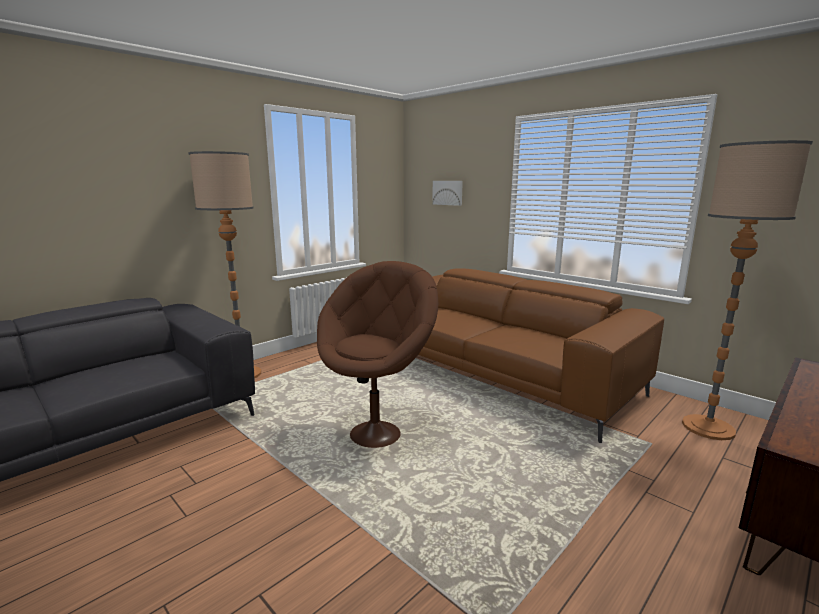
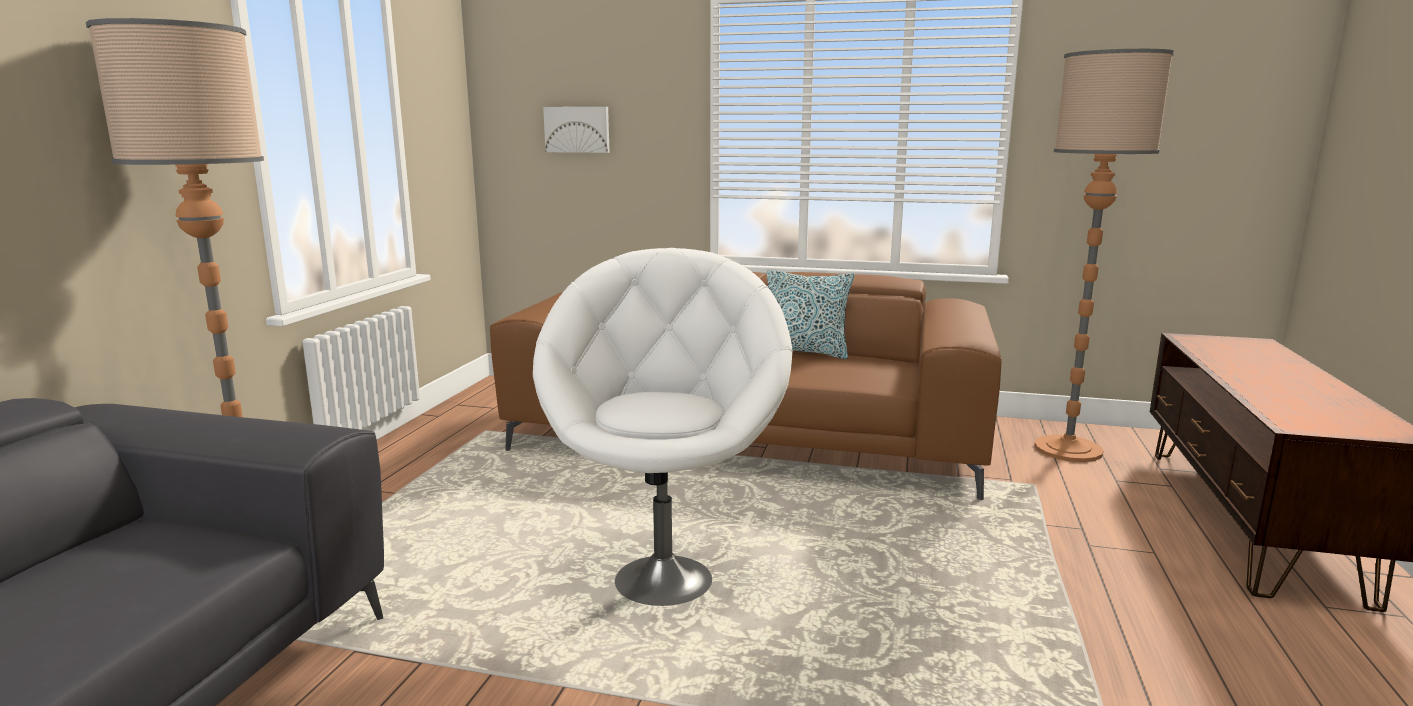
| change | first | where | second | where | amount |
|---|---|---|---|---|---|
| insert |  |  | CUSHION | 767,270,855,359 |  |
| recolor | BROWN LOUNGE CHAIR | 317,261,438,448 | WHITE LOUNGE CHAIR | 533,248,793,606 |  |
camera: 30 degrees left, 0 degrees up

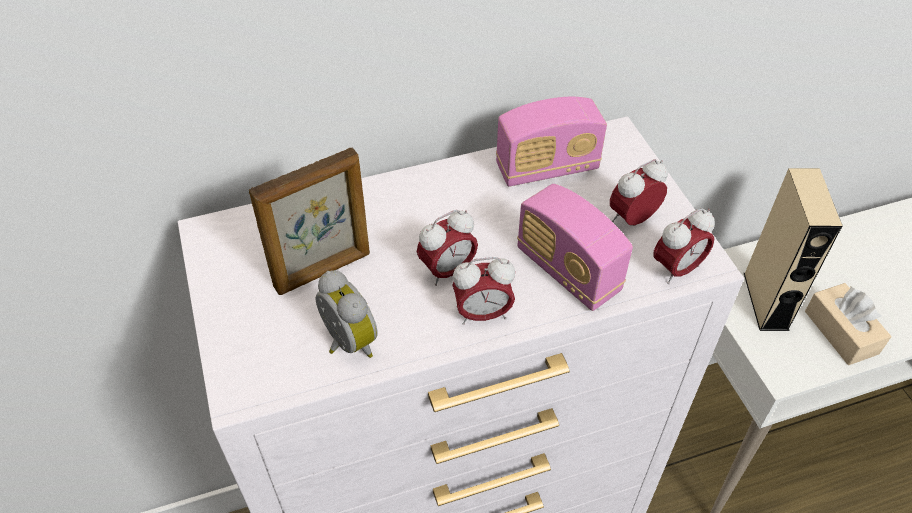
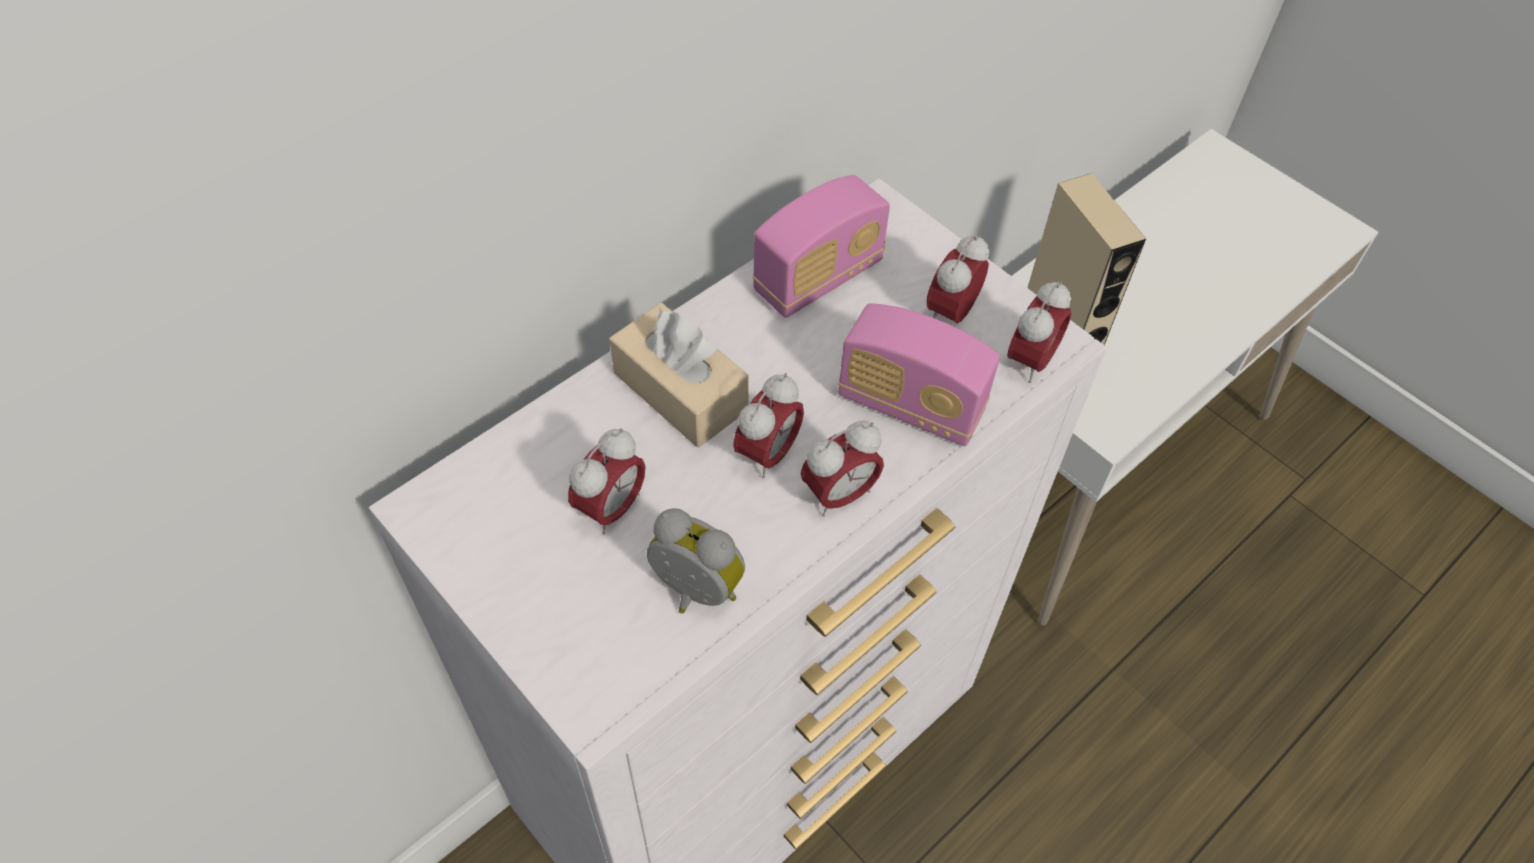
| change | first | where | second | where | amount |
|---|---|---|---|---|---|
| move | BEIGE TISSUE BOX | 805,283,891,365 |  | 609,303,749,448 |  |
| replace | PICTURE FRAME | 249,148,370,295 | BEDSIDE CLOCK | 568,428,645,535 |  |
camera: 25 degrees left, 5 degrees up

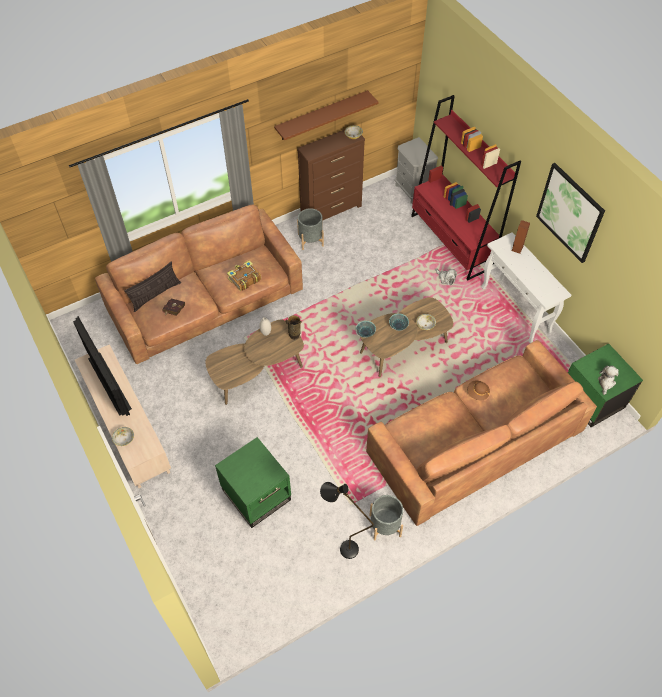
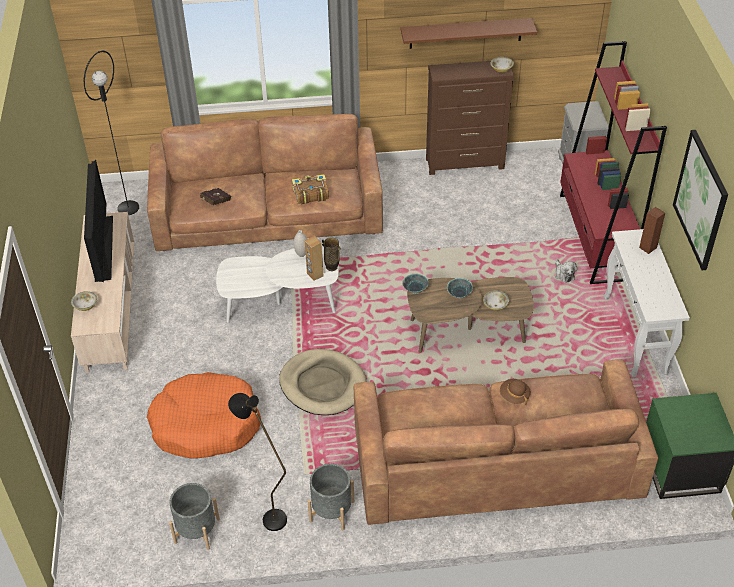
| change | first | where | second | where | amount |
|---|---|---|---|---|---|
| delete | CUSHION | 124,262,181,312 |  |  |  |
| delete | SOFT TOY | 598,366,618,395 |  |  |  |
| insert |  |  | BLACKISH STANDING LAMP | 84,50,139,215 |  |
| insert |  |  | BEIGE PET BED | 279,349,366,415 |  |
| insert |  |  | BROWN SPEAKER | 305,236,324,281 |  |
| move | GREYISH FLOWER POT | 297,208,324,250 |  | 169,483,220,550 |  |
| replace | GREEN END TABLE | 215,437,291,528 | ORANGEY PET BED | 147,372,261,459 |  |
| recolor | BROWN LOUNGE TABLE | 205,320,304,405 | WHITE LOUNGE TABLE | 216,245,339,323 |  |
camera: 25 degrees right, 10 degrees down

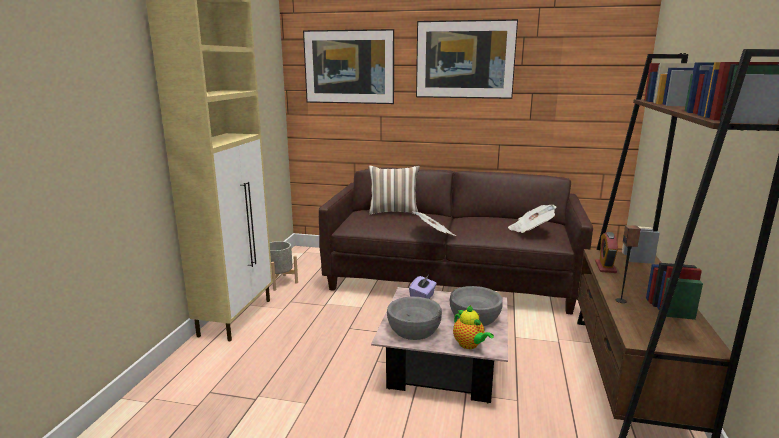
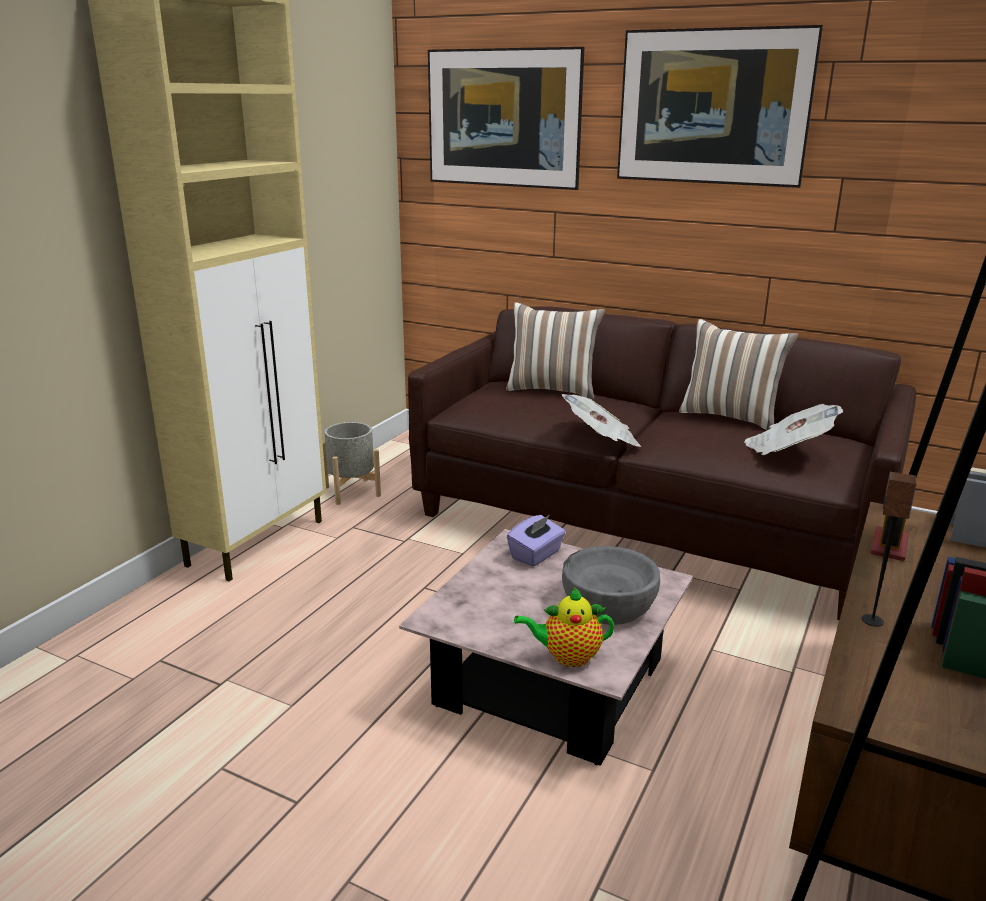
| change | first | where | second | where | amount |
|---|---|---|---|---|---|
| delete | GREYISH BOWL | 387,296,442,340 |  |  |  |
| insert |  |  | CUSHION | 679,319,798,430 |  |
| rotate | TEAPOT | 453,305,494,349 |  | 514,587,614,667 | 105 degrees clockwise |
camera: 15 degrees right, 5 degrees up

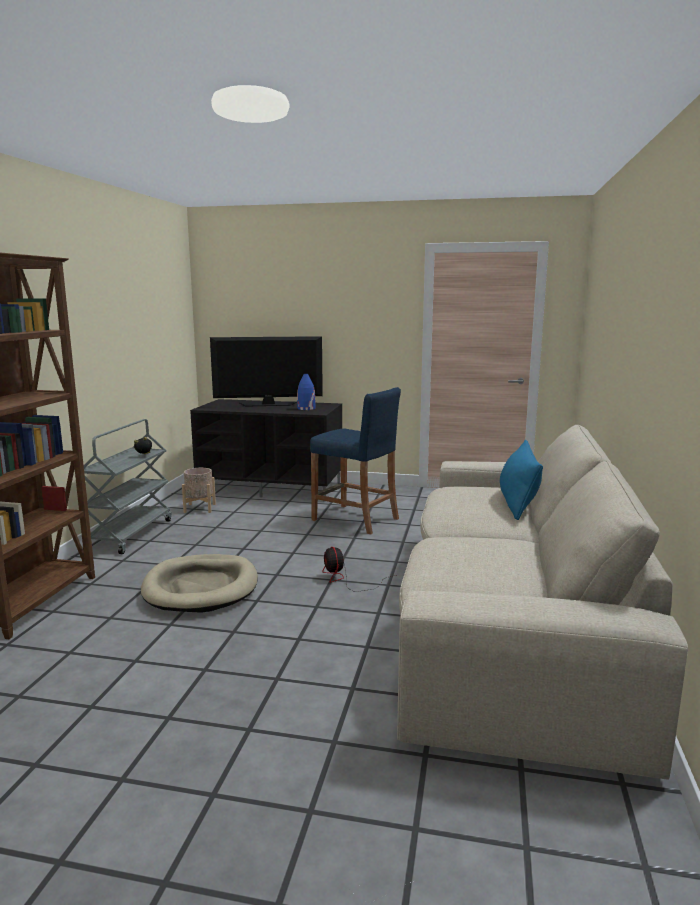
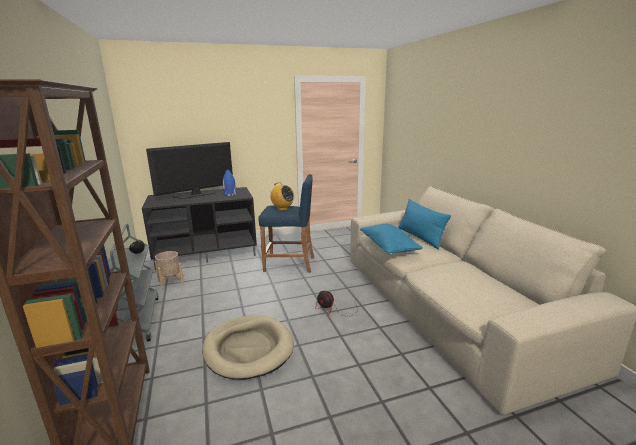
| change | first | where | second | where | amount |
|---|---|---|---|---|---|
| insert |  |  | RADIO SET | 270,182,294,211 |  |
| insert |  |  | BLUE-COLOURED CUSHION | 360,224,423,254 |  |
camera: 30 degrees left, 5 degrees up

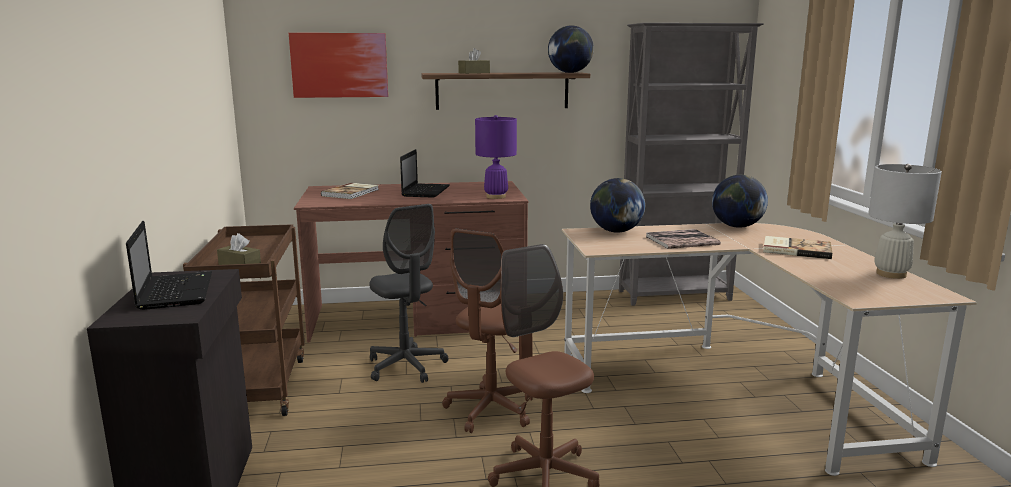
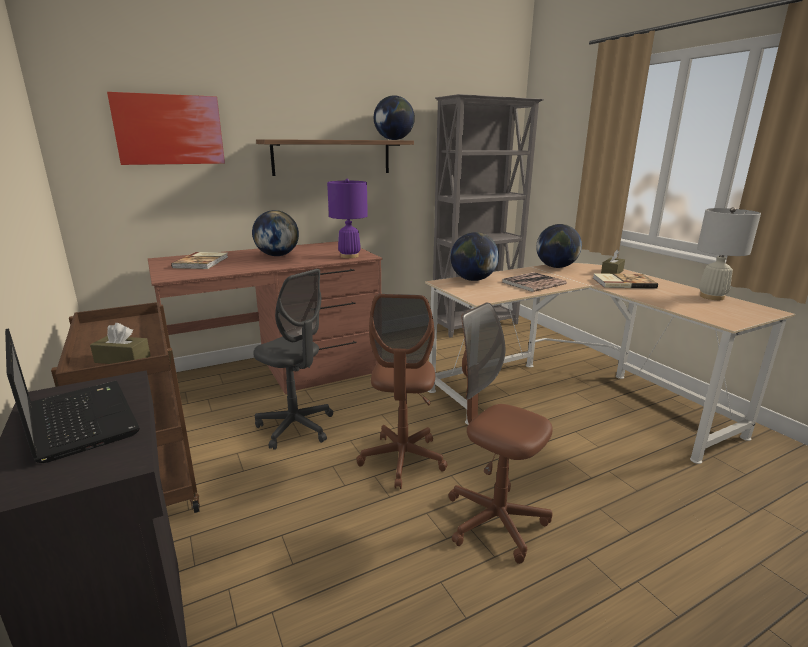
| change | first | where | second | where | amount |
|---|---|---|---|---|---|
| move | BROWN TISSUE BOX | 458,48,490,74 |  | 601,250,625,274 |  |
| replace | LAPTOP | 400,149,450,198 | DESK GLOBE | 252,210,299,256 |  |
camera: 20 degrees left, 5 degrees up

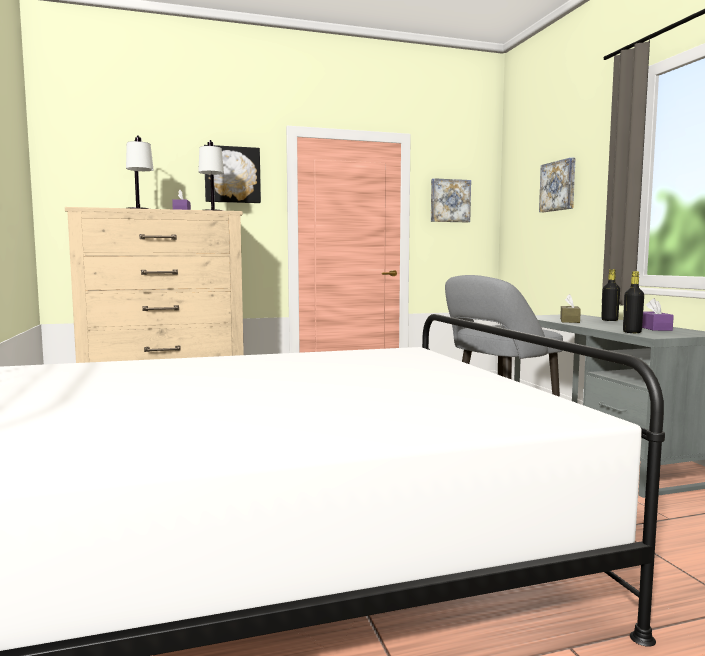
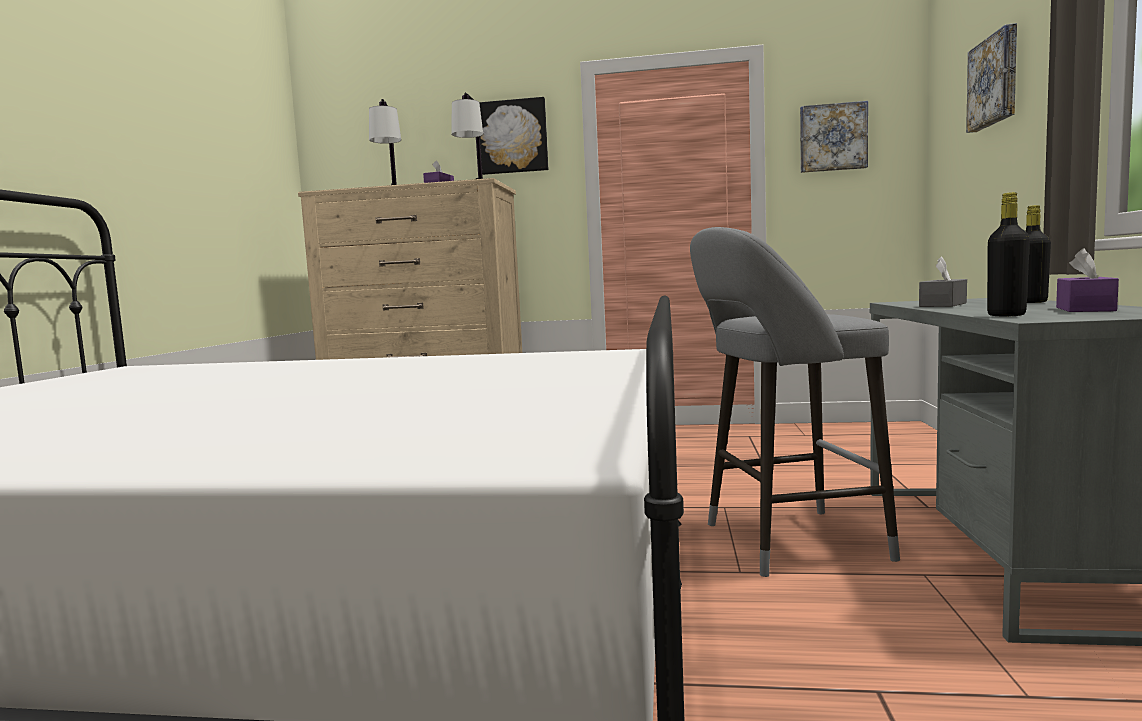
| change | first | where | second | where | amount |
|---|---|---|---|---|---|
| recolor | BROWN TISSUE BOX | 560,294,581,323 | GREYISH TISSUE BOX | 919,256,967,307 |  |
camera: 25 degrees right, 0 degrees up

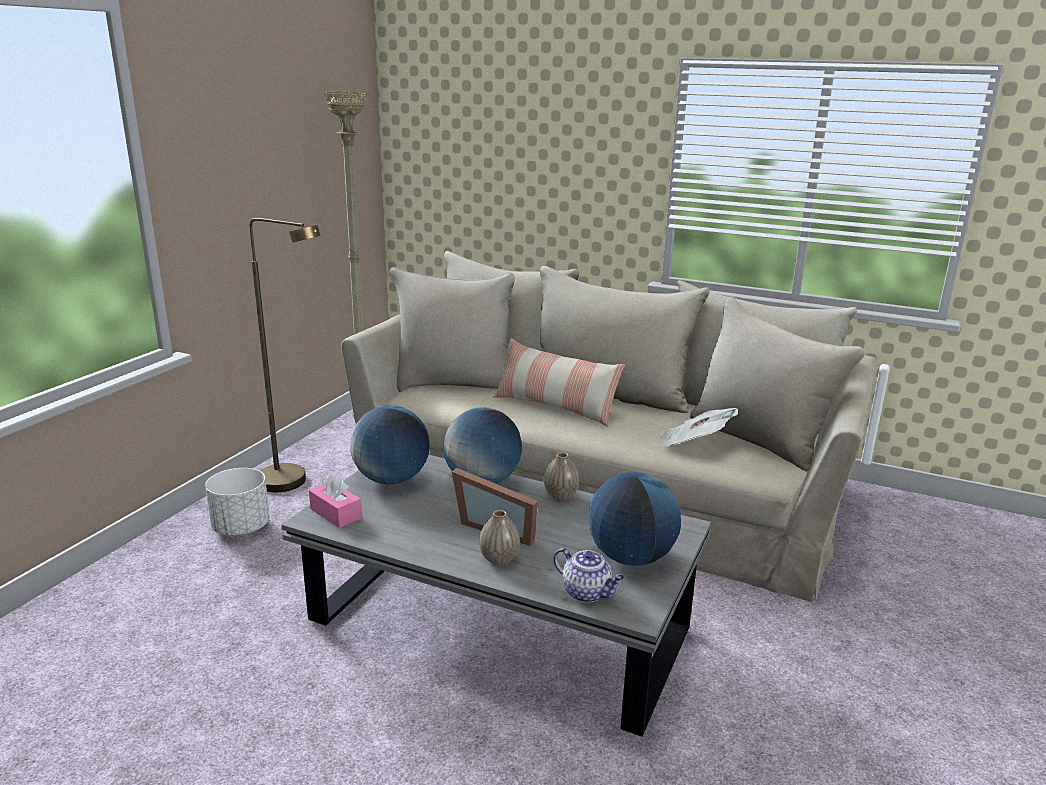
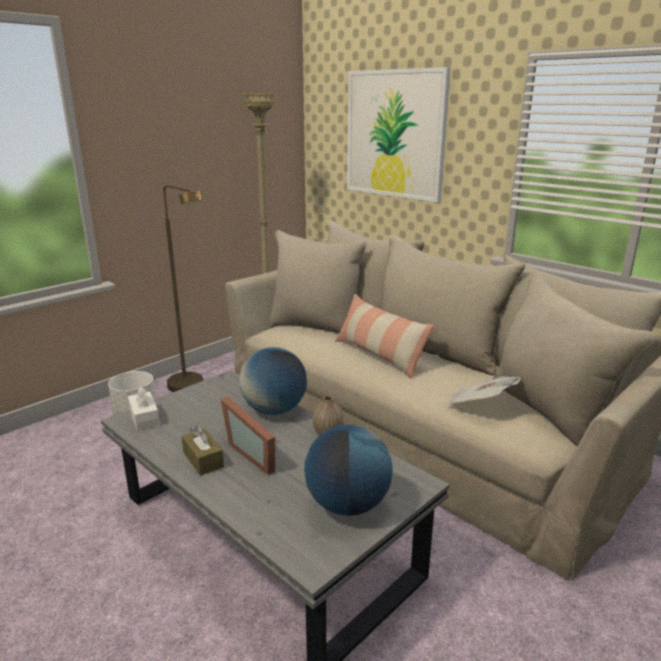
| change | first | where | second | where | amount |
|---|---|---|---|---|---|
| delete | DESK GLOBE | 350,405,429,484 |  |  |  |
| delete | FLOWER VASE | 479,510,520,565 |  |  |  |
| delete | TEAPOT | 554,548,624,603 |  |  |  |
| insert |  |  | BROWN TISSUE BOX | 181,426,224,476 |  |
| insert |  |  | PICTURE | 347,67,451,202 |  |
| recolor | PINKISH TISSUE BOX | 309,474,362,528 | WHITE TISSUE BOX | 128,386,160,431 |  |
camera: 20 degrees right, 0 degrees up

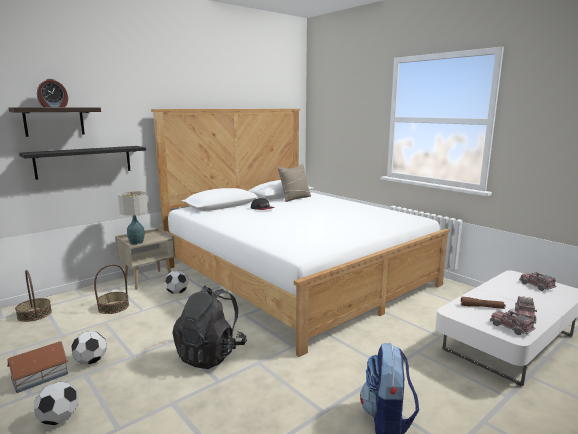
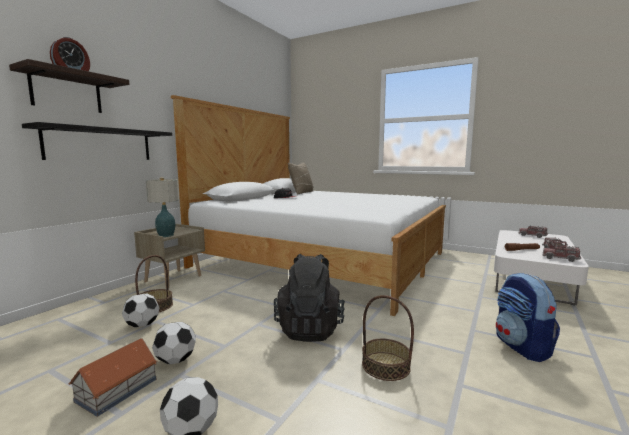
| change | first | where | second | where | amount |
|---|---|---|---|---|---|
| move | STORAGE BASKET | 15,270,52,322 |  | 362,295,414,381 |  |
| move | BALL FOR FOOTBALL | 164,271,189,294 |  | 122,293,159,328 |  |
camera: 20 degrees left, 5 degrees down

